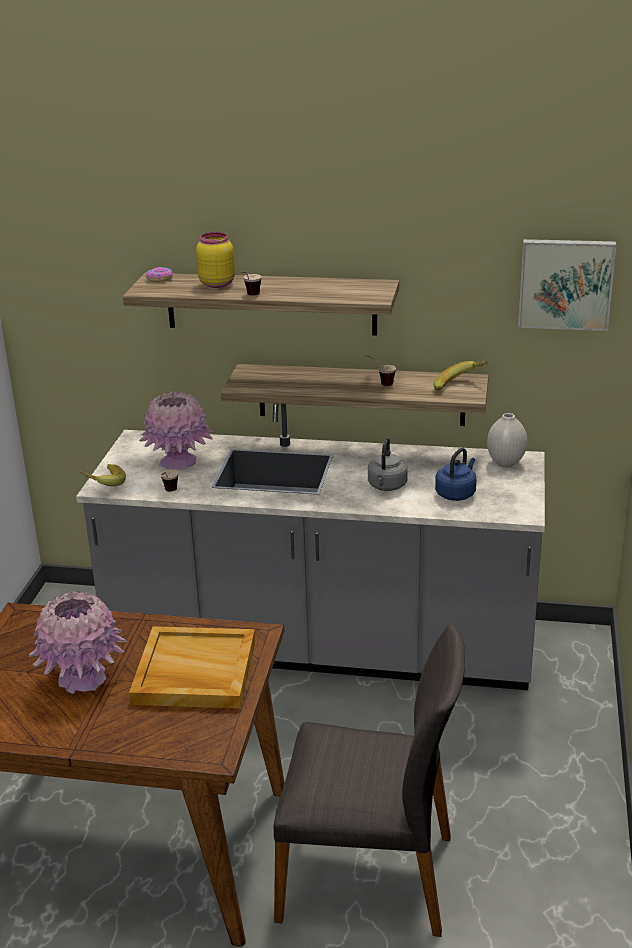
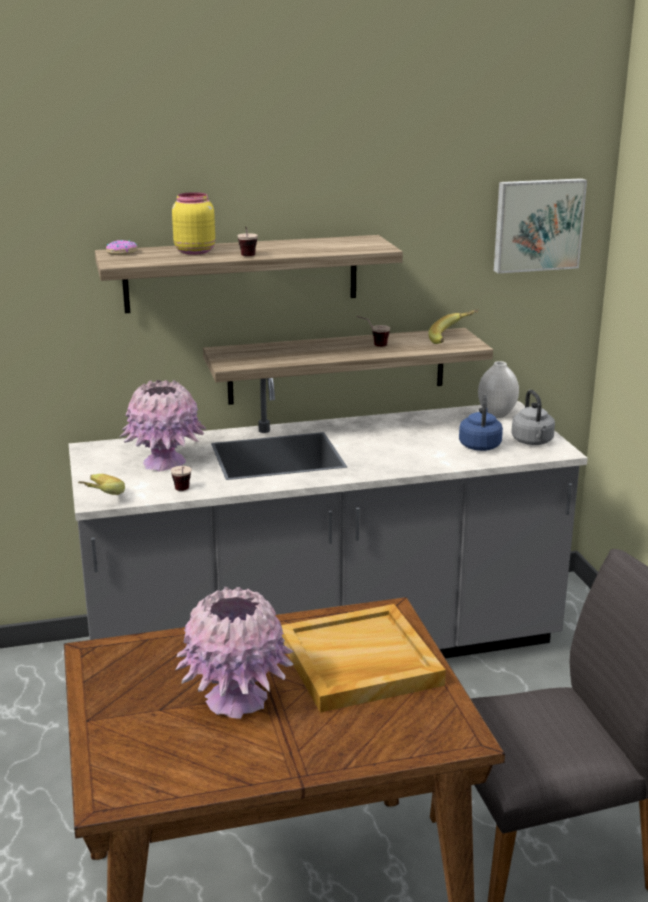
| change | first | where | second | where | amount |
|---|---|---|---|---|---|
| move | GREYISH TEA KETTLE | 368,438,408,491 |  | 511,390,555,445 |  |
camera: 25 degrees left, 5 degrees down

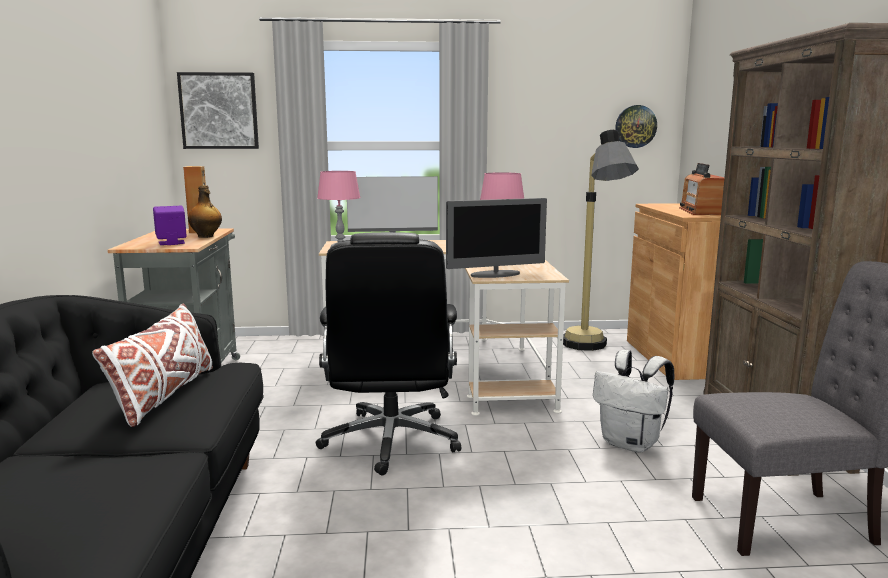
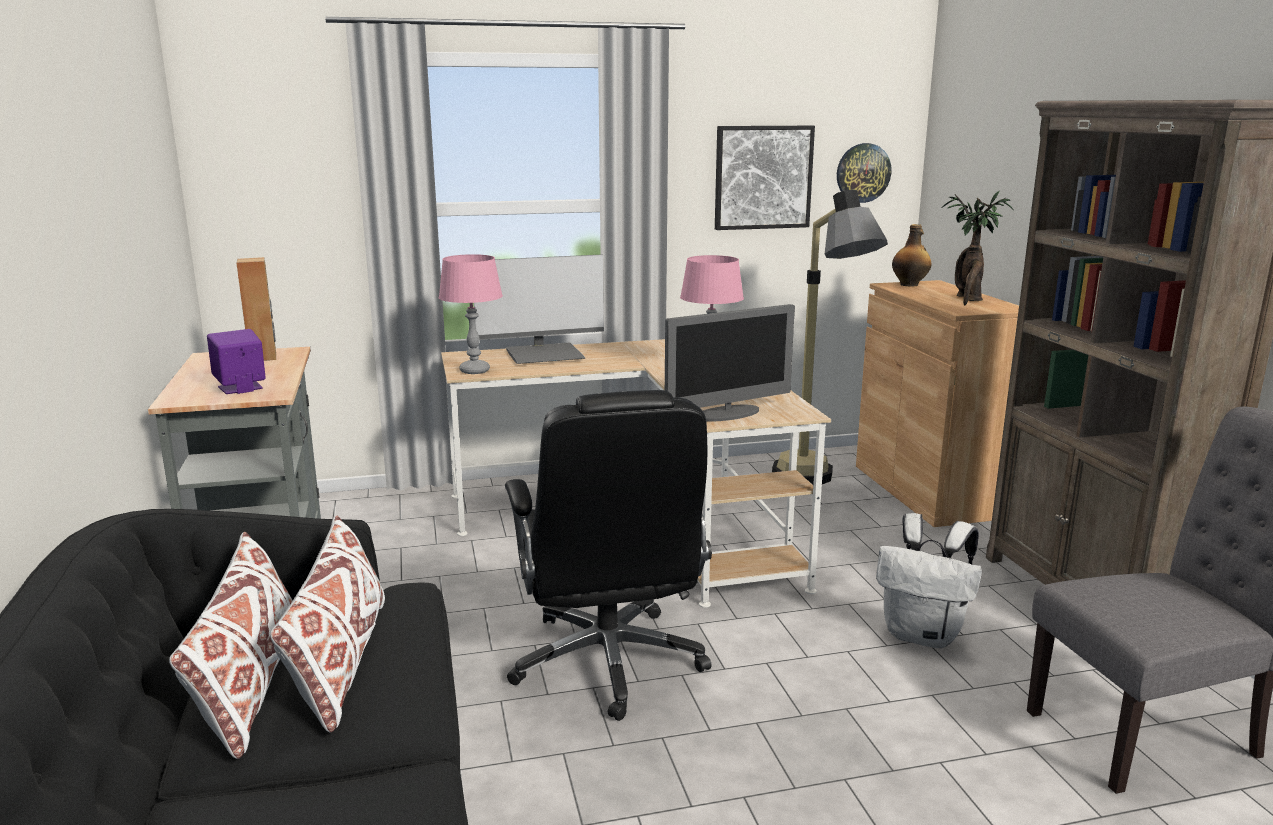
| change | first | where | second | where | amount |
|---|---|---|---|---|---|
| insert |  |  | WHITE CUSHION | 169,532,293,759 |  |
| move | PICTURE | 177,72,259,149 |  | 715,126,815,230 |  |
| move | BOTTLE | 188,185,222,238 |  | 892,224,931,287 |  |
| replace | RADIO SET | 679,163,725,215 | HOUSEPLANT | 941,191,1013,305 |  |
camera: 10 degrees left, 5 degrees up

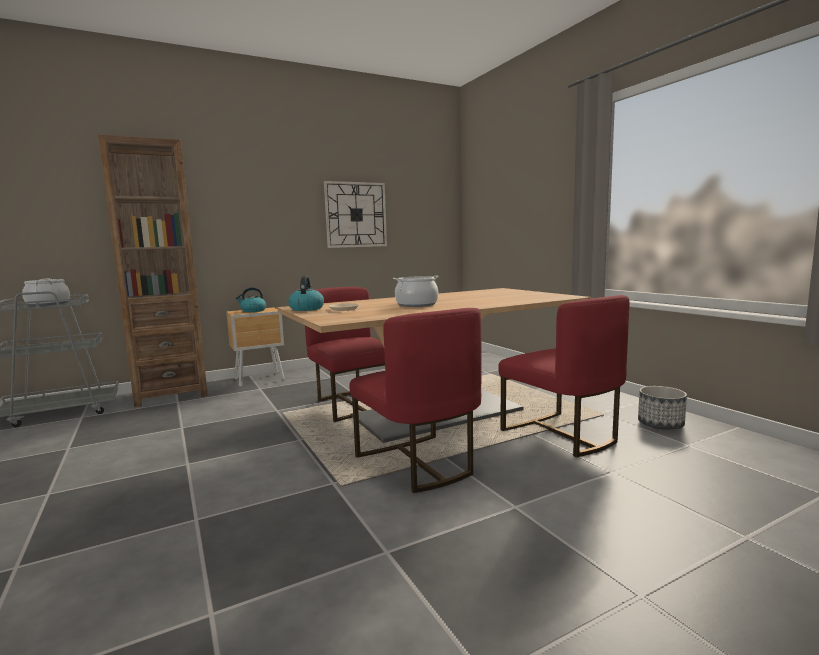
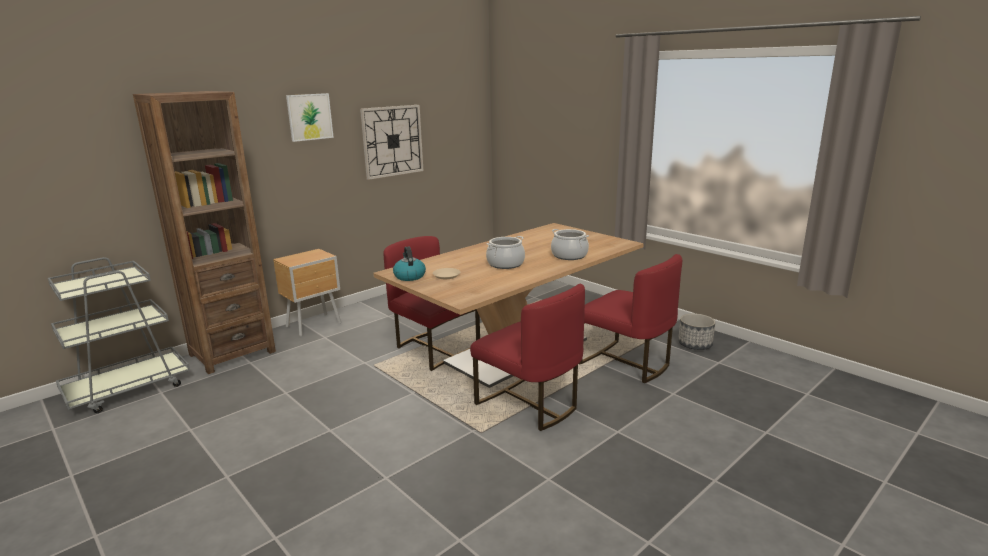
| change | first | where | second | where | amount |
|---|---|---|---|---|---|
| delete | TEA KETTLE | 236,287,266,312 |  |  |  |
| insert |  |  | PICTURE | 286,93,334,142 |  |
| move | COOKING POT | 22,279,70,306 |  | 551,229,589,260 |  |
camera: 15 degrees left, 10 degrees up

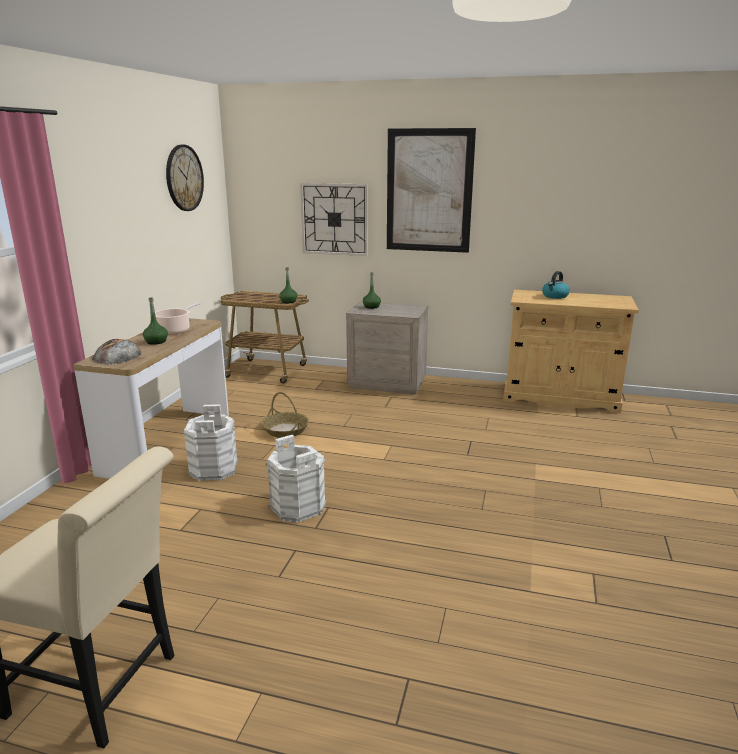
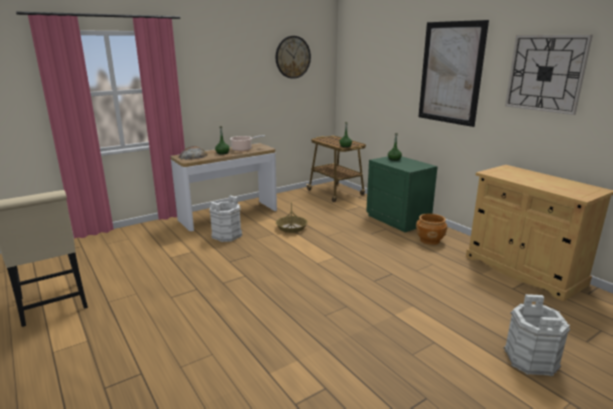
| change | first | where | second | where | amount |
|---|---|---|---|---|---|
| delete | TEA KETTLE | 542,271,570,299 |  |  |  |
| insert |  |  | BROWN FLOWER POT | 416,214,447,245 |  |
| move | WHITE WATER BUCKET | 266,435,326,523 |  | 503,294,570,376 |  |
| move | WALL CLOCK | 300,183,368,256 |  | 505,35,593,115 |  |
| recolor | BEIGE BEDSIDE TABLE | 346,301,428,395 | GREEN BEDSIDE TABLE | 366,156,438,232 |  |
camera: 40 degrees right, 0 degrees up

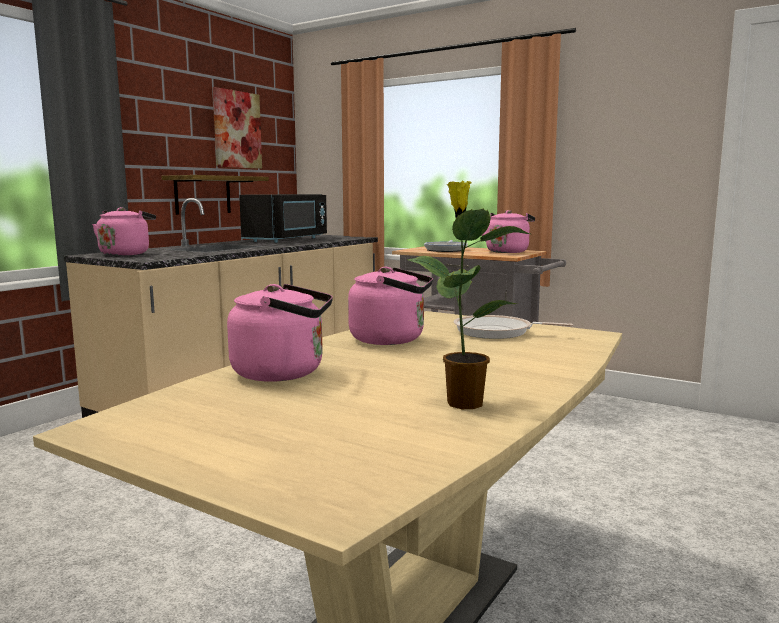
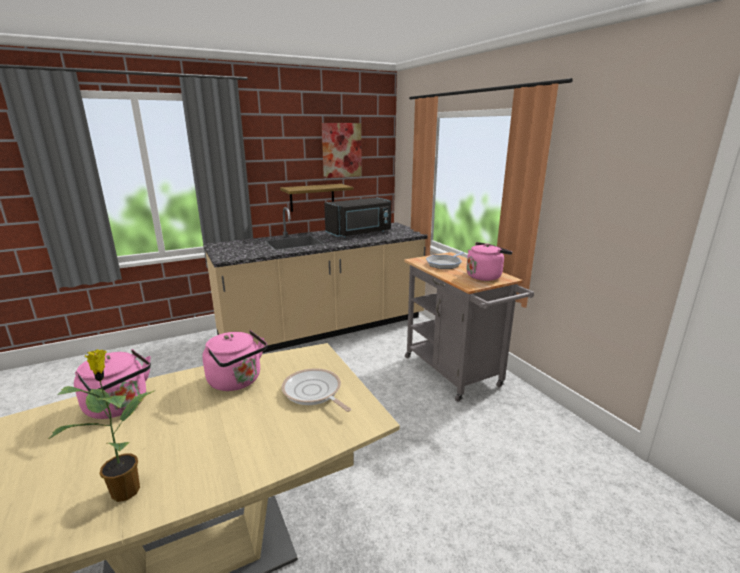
| change | first | where | second | where | amount |
|---|---|---|---|---|---|
| delete | PINKISH TEA KETTLE | 92,207,156,256 |  |  |  |
camera: 30 degrees right, 10 degrees up

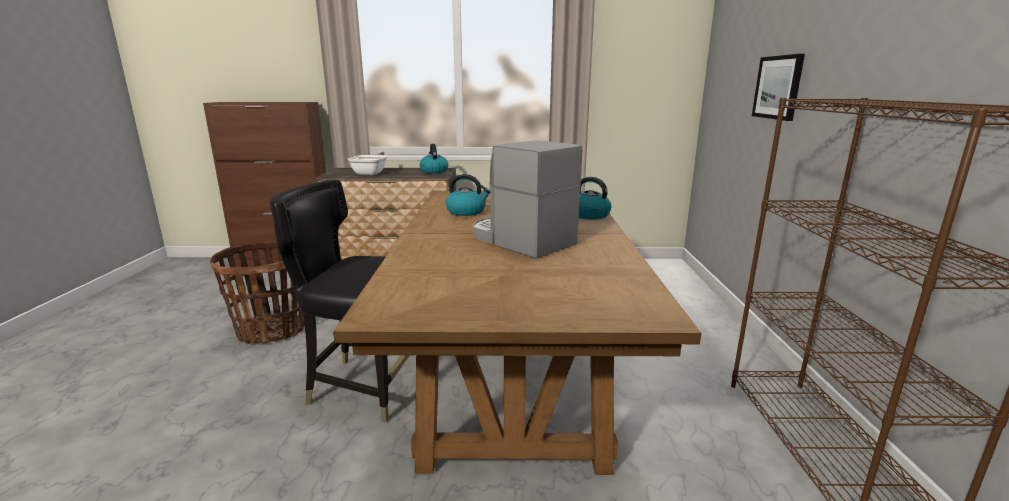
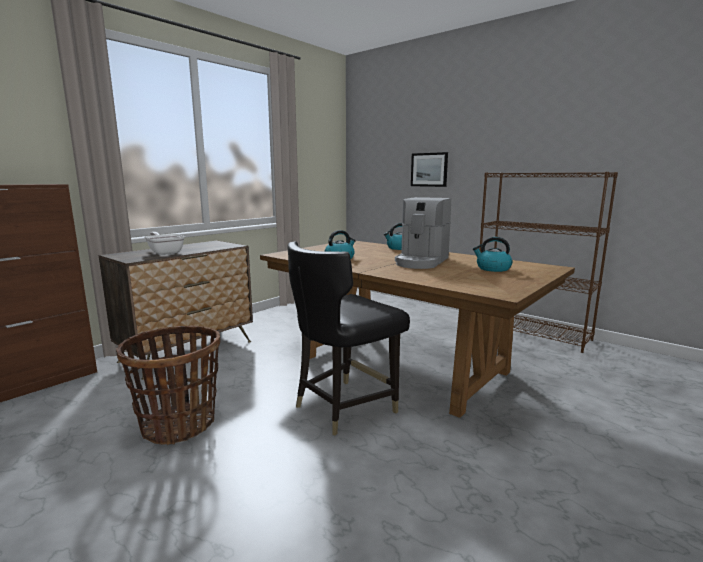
| change | first | where | second | where | amount |
|---|---|---|---|---|---|
| move | TEA KETTLE | 420,144,448,173 |  | 473,237,512,272 |  |
| rotate | COFFEE MAKER | 473,140,582,259 |  | 395,197,451,269 | 60 degrees counterclockwise |
camera: 50 degrees left, 5 degrees down

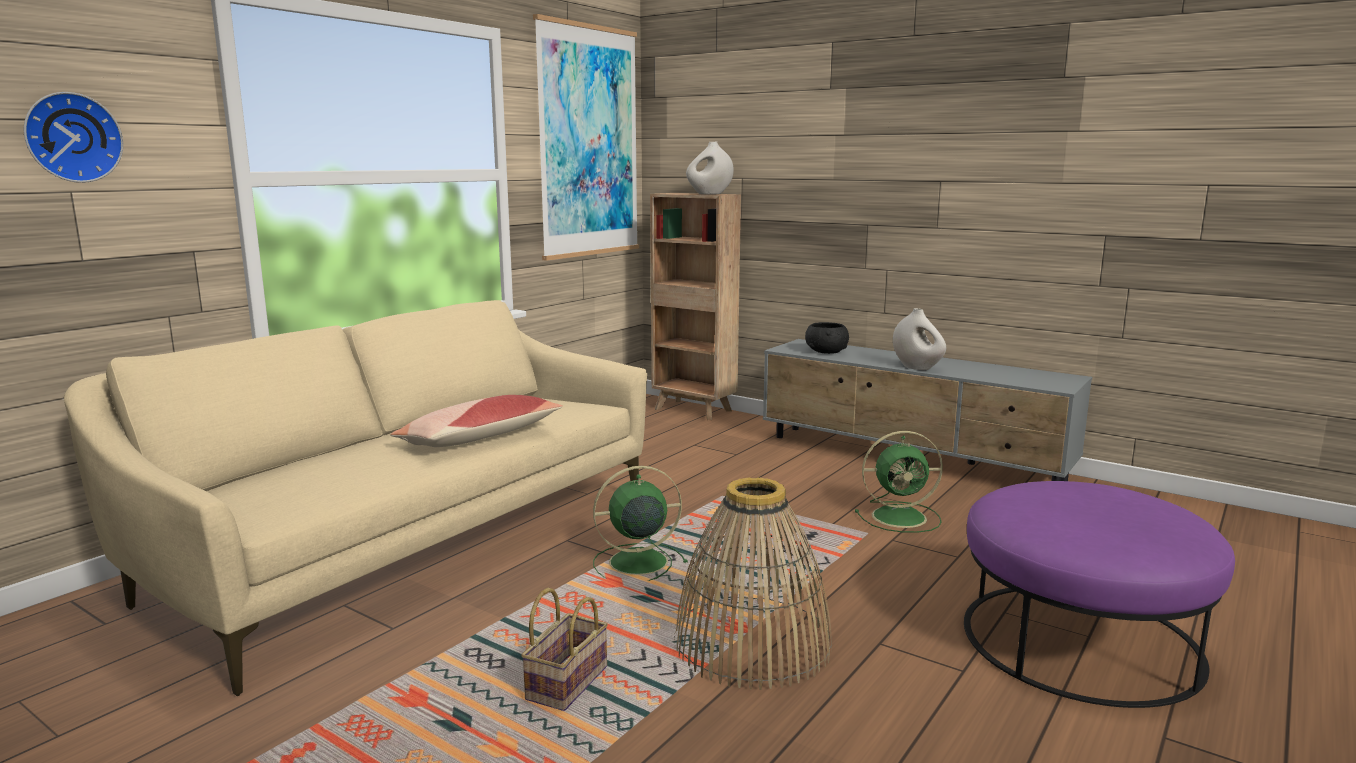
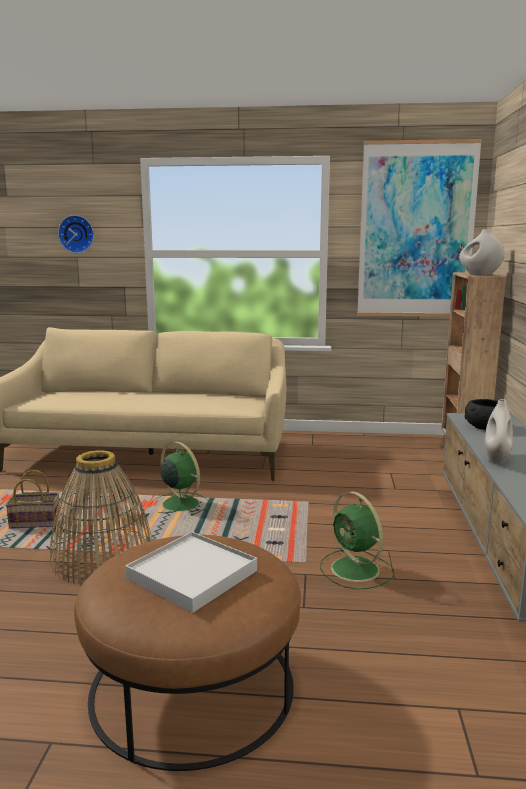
| change | first | where | second | where | amount |
|---|---|---|---|---|---|
| delete | CUSHION | 390,395,563,447 |  |  |  |
| insert |  |  | WHITE CARRYING TRAY | 125,532,257,613 |  |
| recolor | PURPLE-COLOURED POUFFE | 964,481,1235,708 | BROWN POUFFE | 74,535,301,771 |  |
camera: 60 degrees right, 0 degrees up

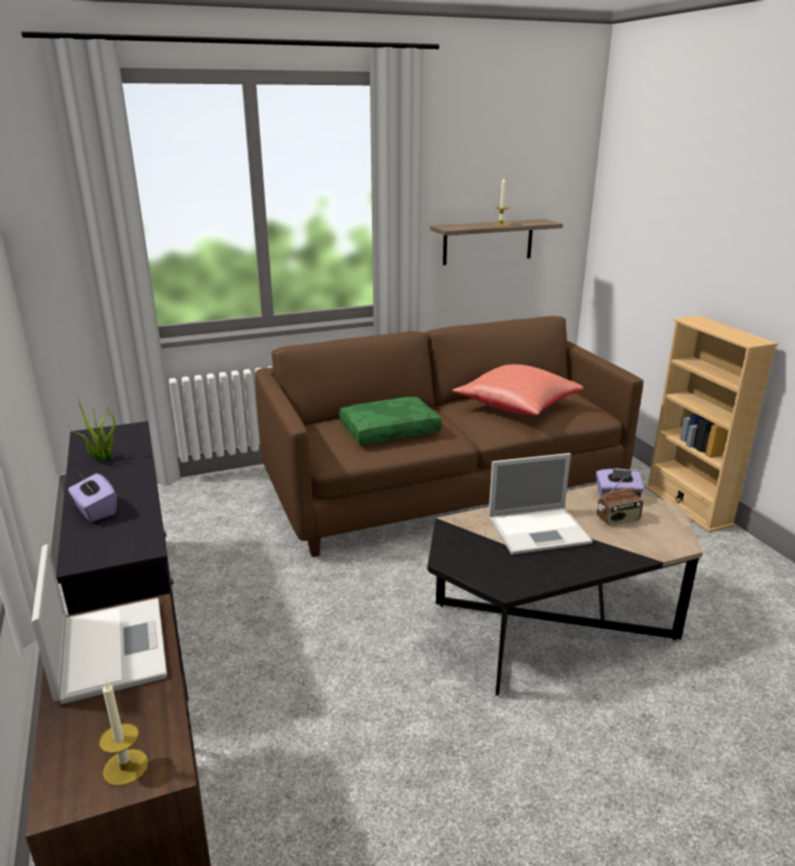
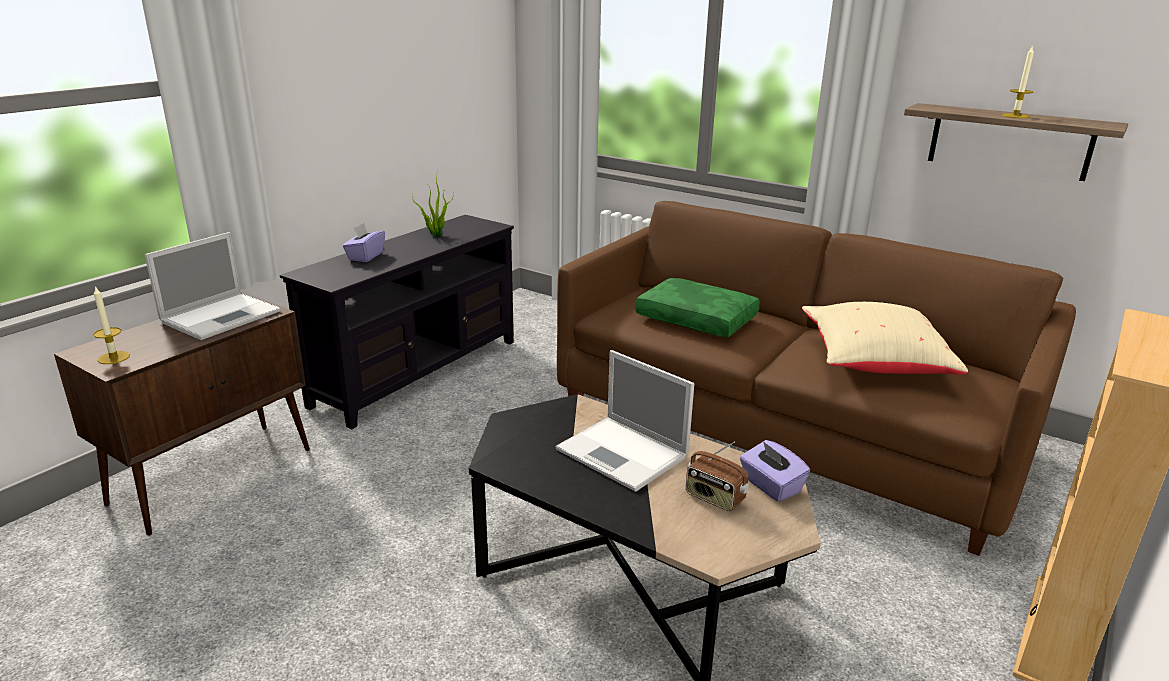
| change | first | where | second | where | amount |
|---|---|---|---|---|---|
| recolor | RED CUSHION | 452,364,584,416 | BEIGE CUSHION | 802,302,968,375 |  |
camera: 55 degrees right, 0 degrees up

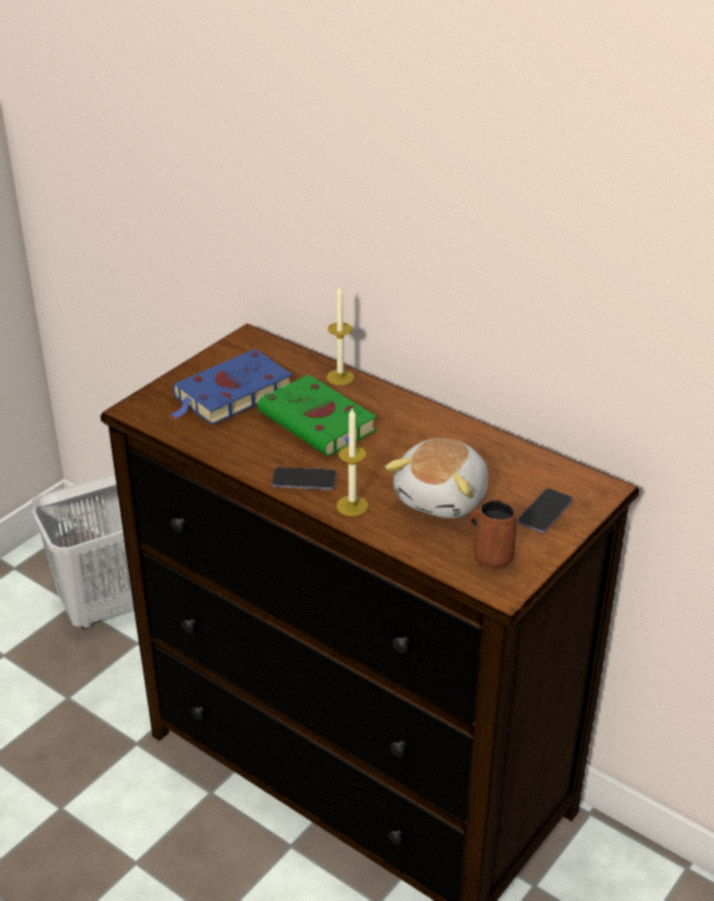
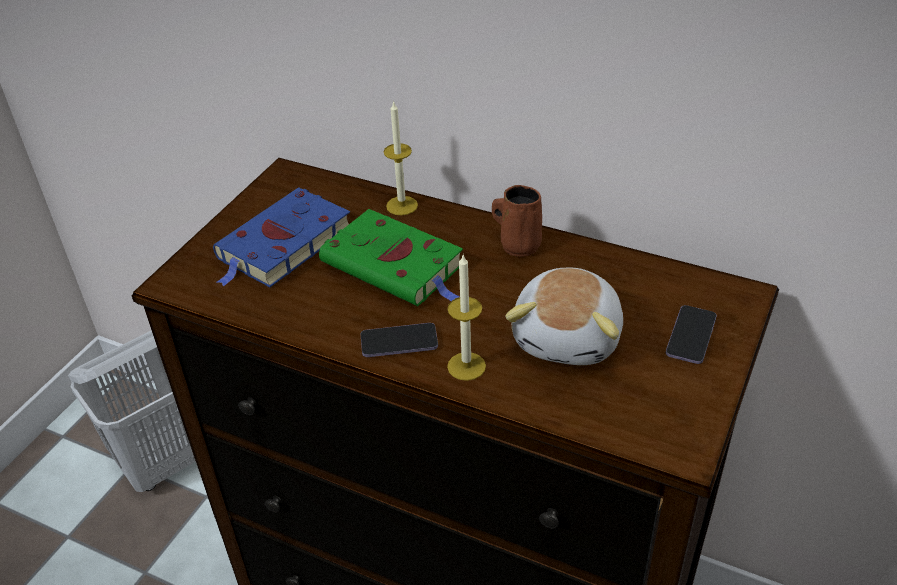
| change | first | where | second | where | amount |
|---|---|---|---|---|---|
| move | BROWN COFFEE MUG | 469,499,516,569 |  | 492,185,542,257 |  |
camera: 10 degrees left, 5 degrees up

